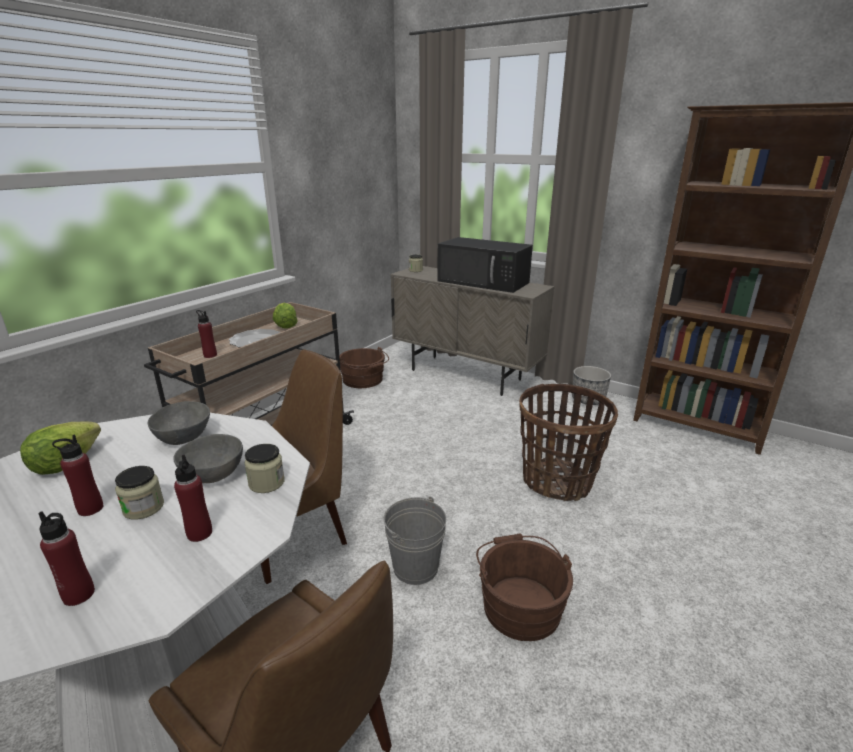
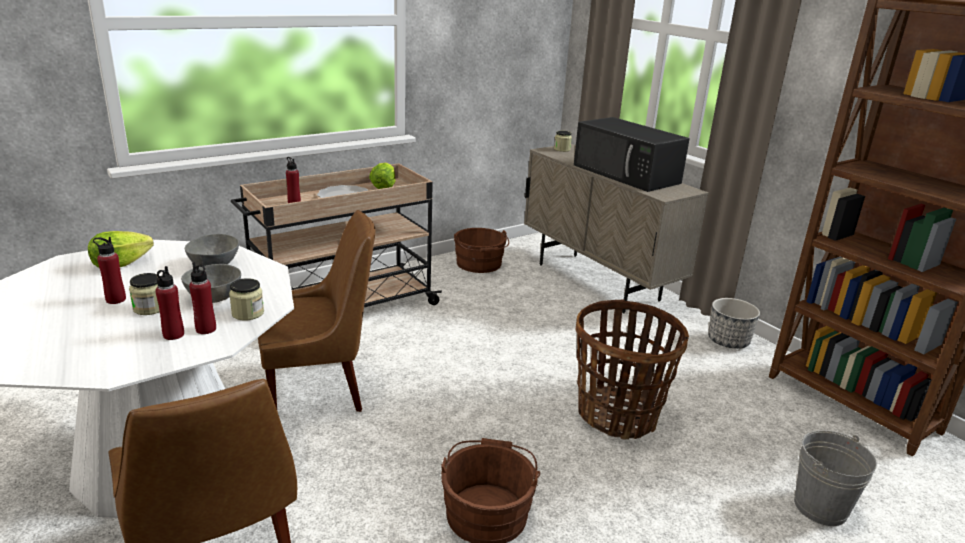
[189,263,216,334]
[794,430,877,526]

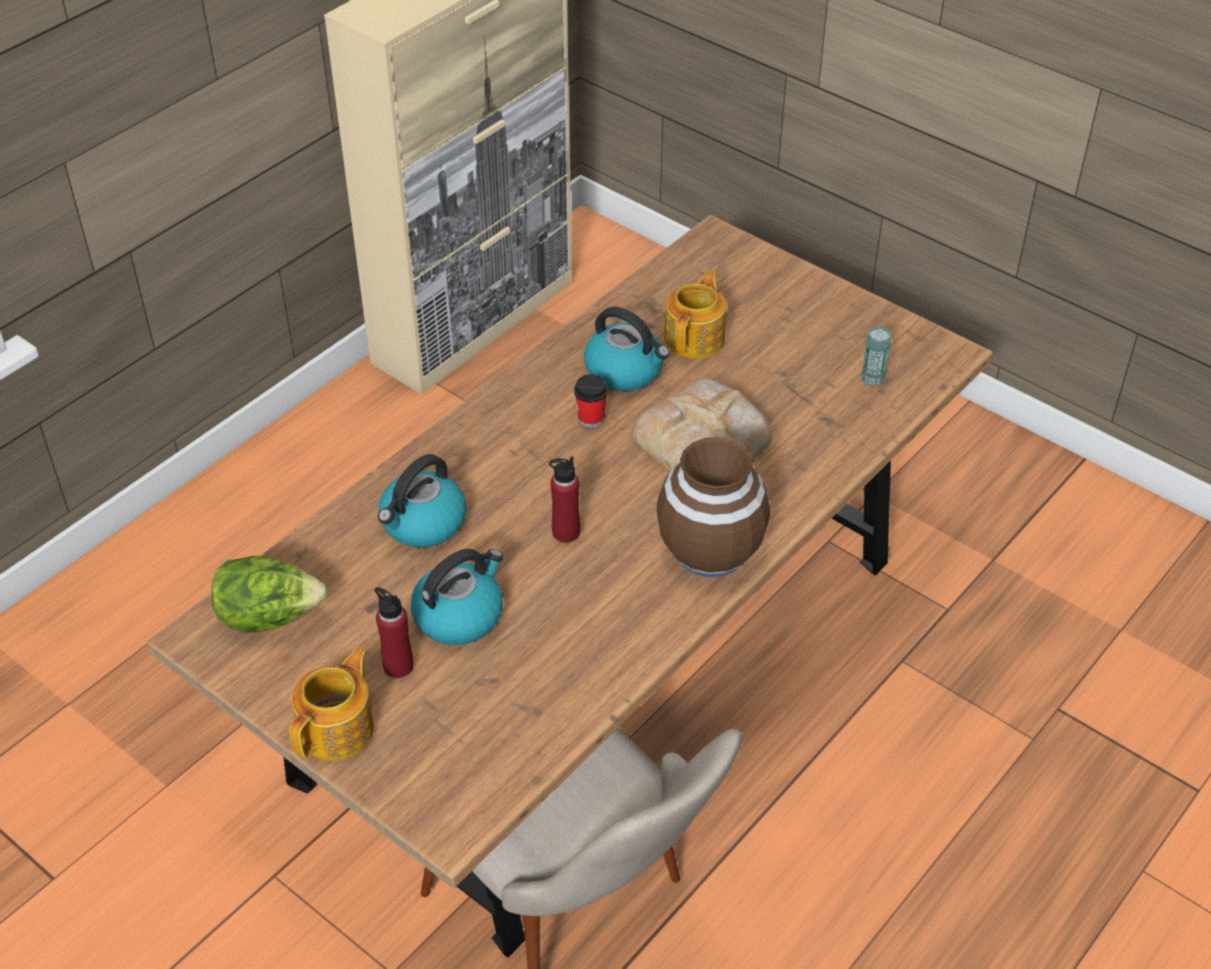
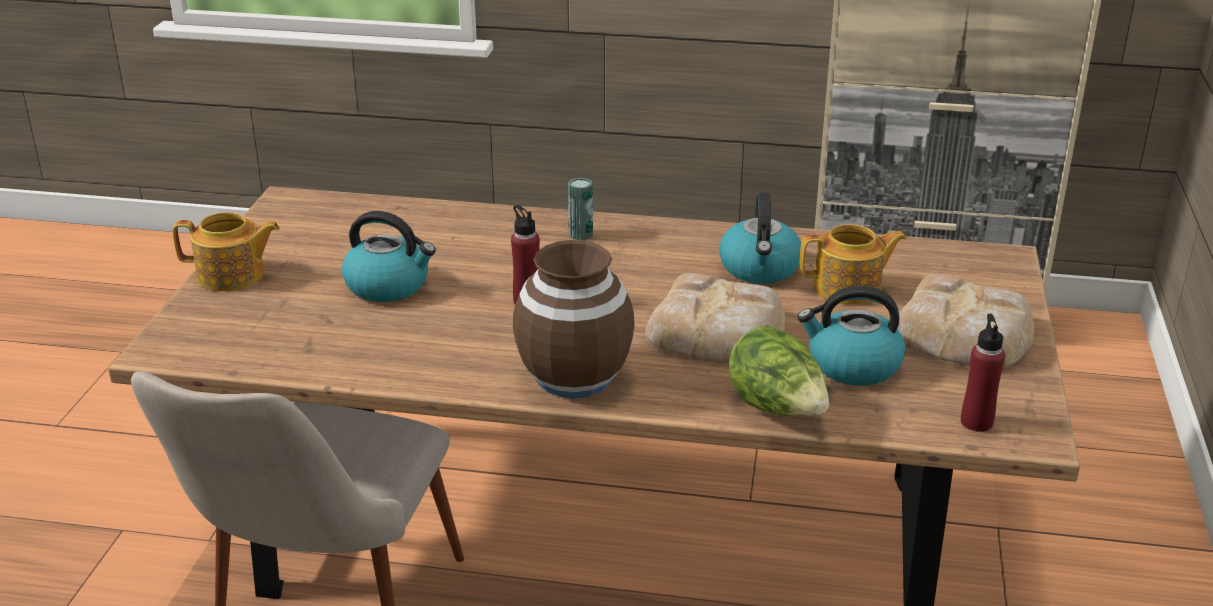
[729,325,829,416]
[961,314,1005,432]
[797,286,905,386]
[574,374,608,428] (first image)
[568,178,593,240]
[897,274,1034,369]

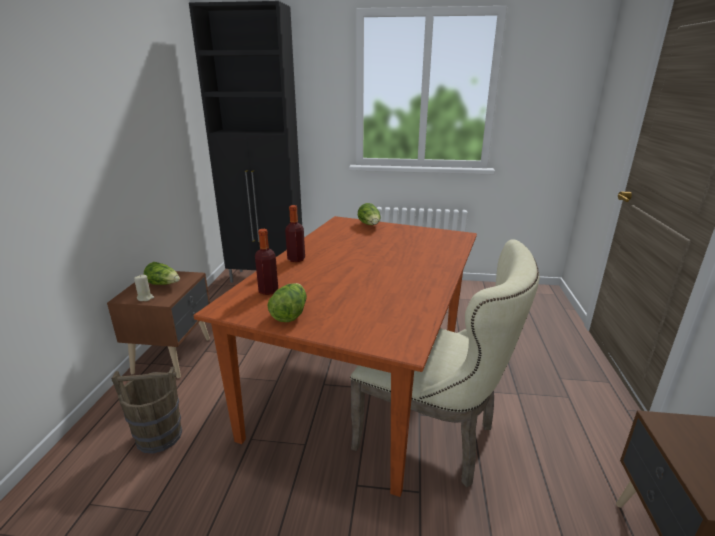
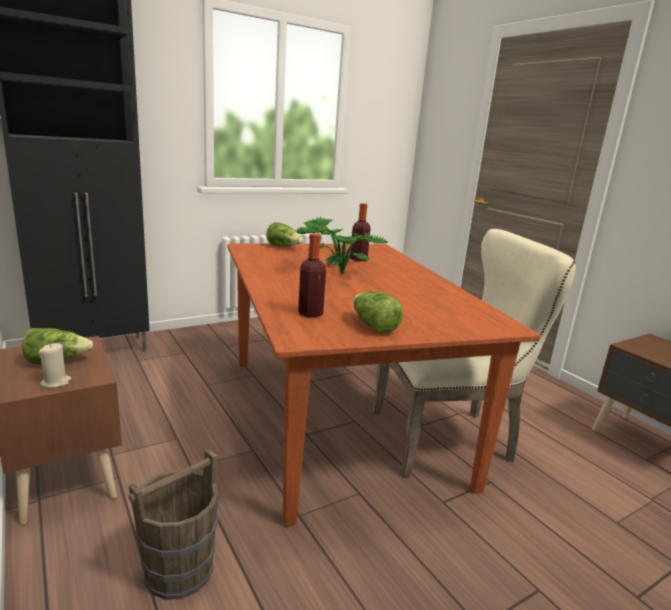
[350,203,370,261]
[296,217,388,274]

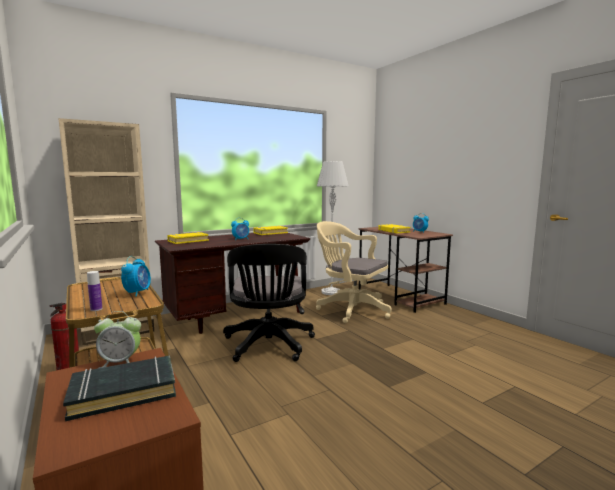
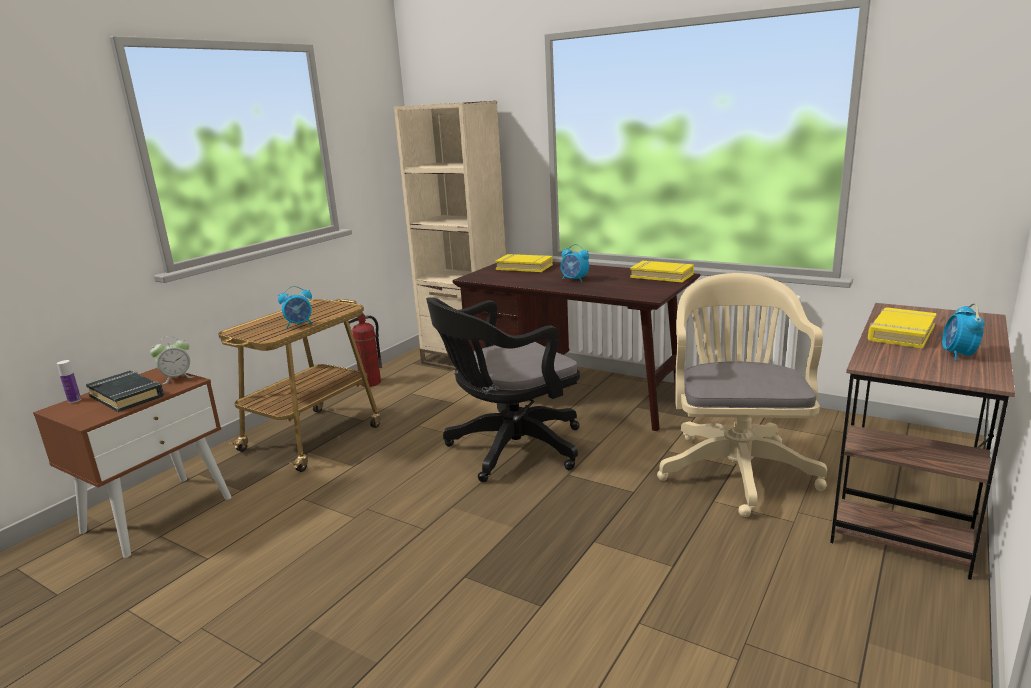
[57,360,81,403]
[150,336,194,384]
[317,161,349,295] (first image)

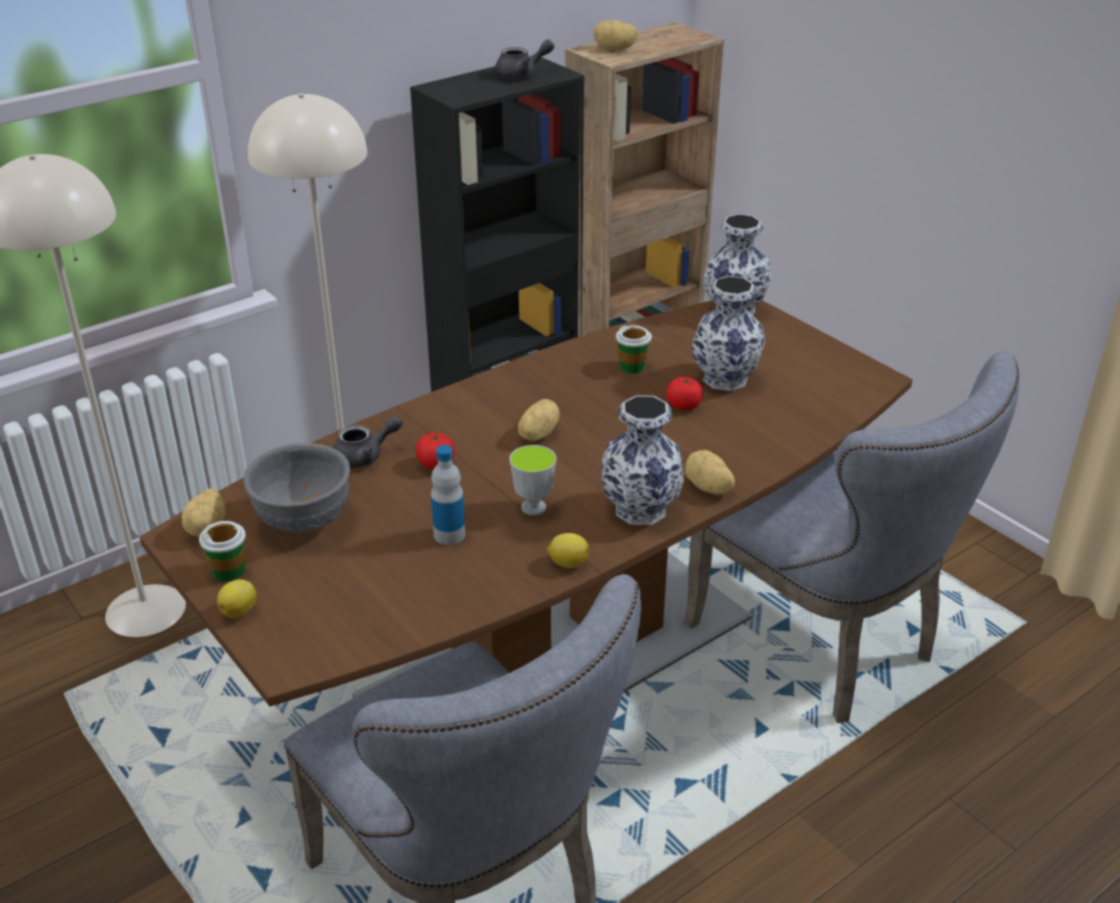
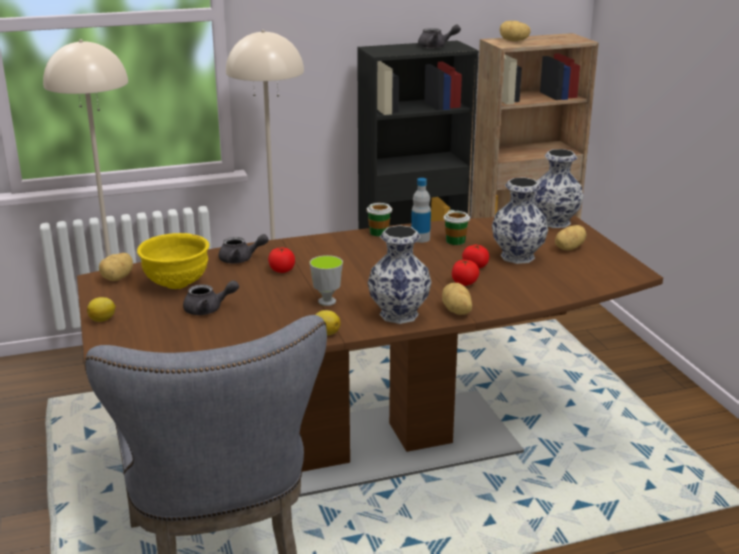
[367,203,392,236]
[137,233,209,289]
[411,178,431,243]
[555,225,586,250]
[684,352,1019,723] (first image)
[183,280,239,315]
[452,260,479,286]

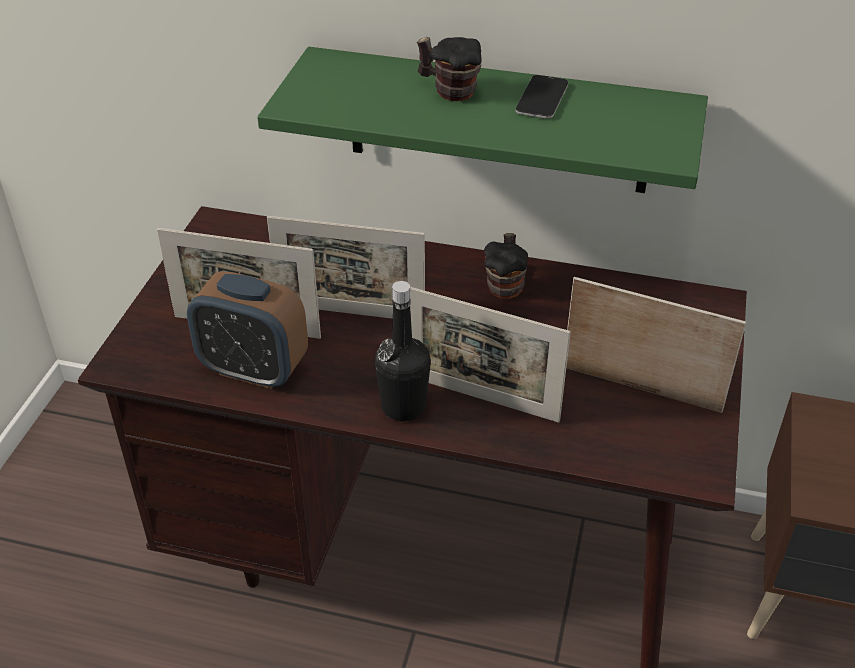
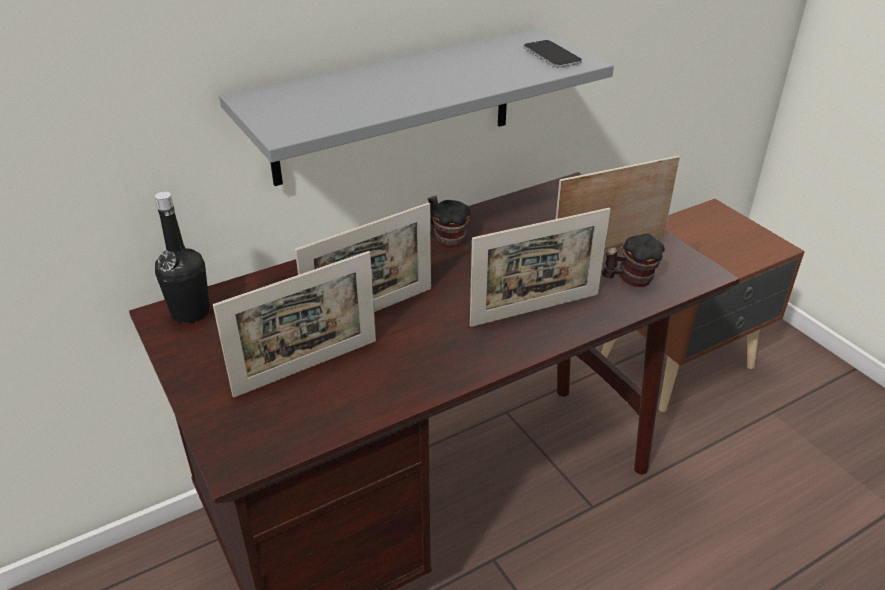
[187,271,308,389] (first image)
[219,28,614,186]
[155,192,210,323]
[602,233,665,287]
[524,40,582,67]

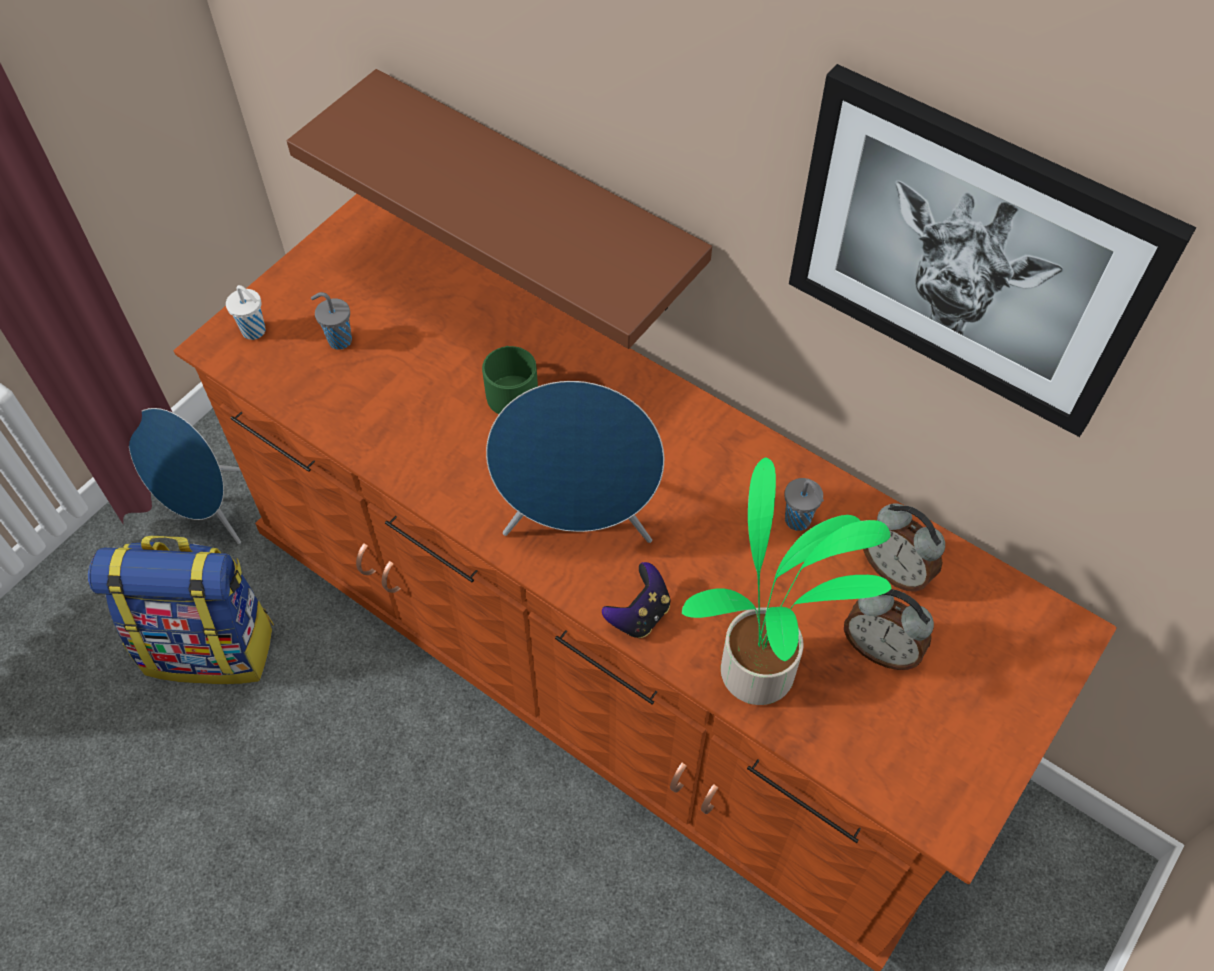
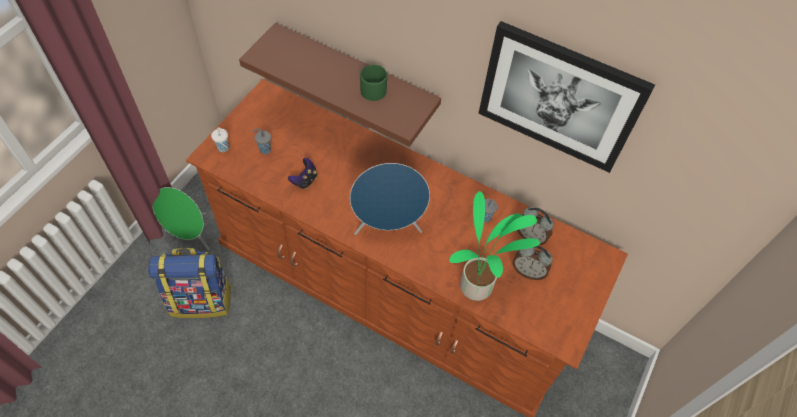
[153,187,209,250]
[360,65,387,101]
[288,158,317,189]

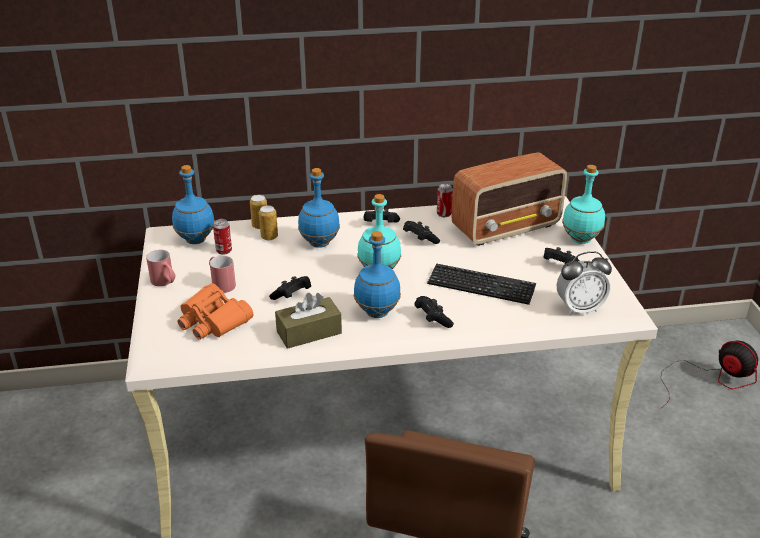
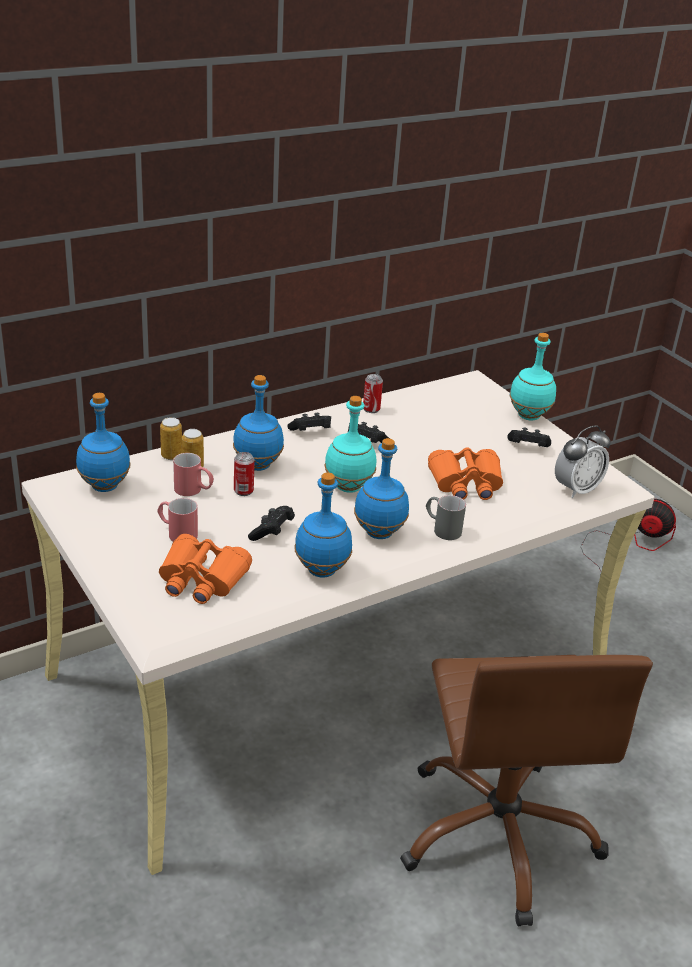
[173,453,214,496]
[234,452,255,496]
[295,472,352,577]
[426,495,466,540]
[428,448,503,500]
[451,152,567,246] (first image)

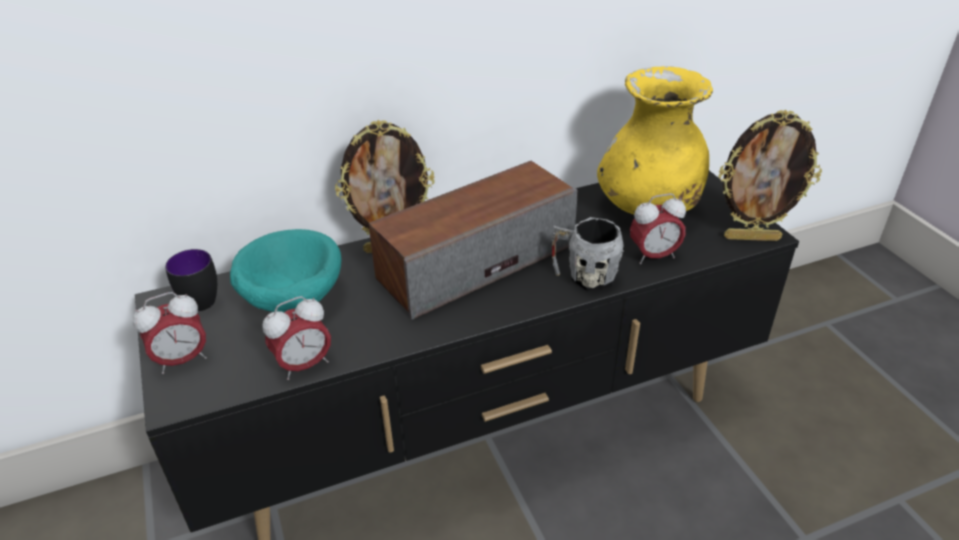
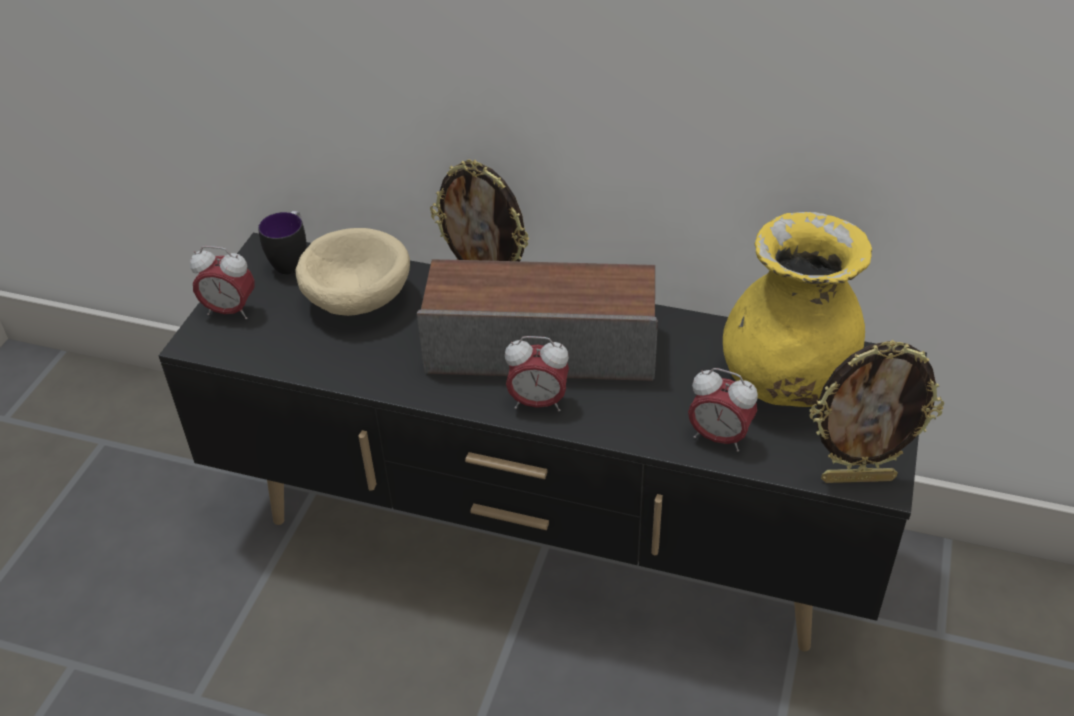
[296,228,410,316]
[505,336,569,411]
[551,217,624,291] (first image)
[810,340,944,483]

